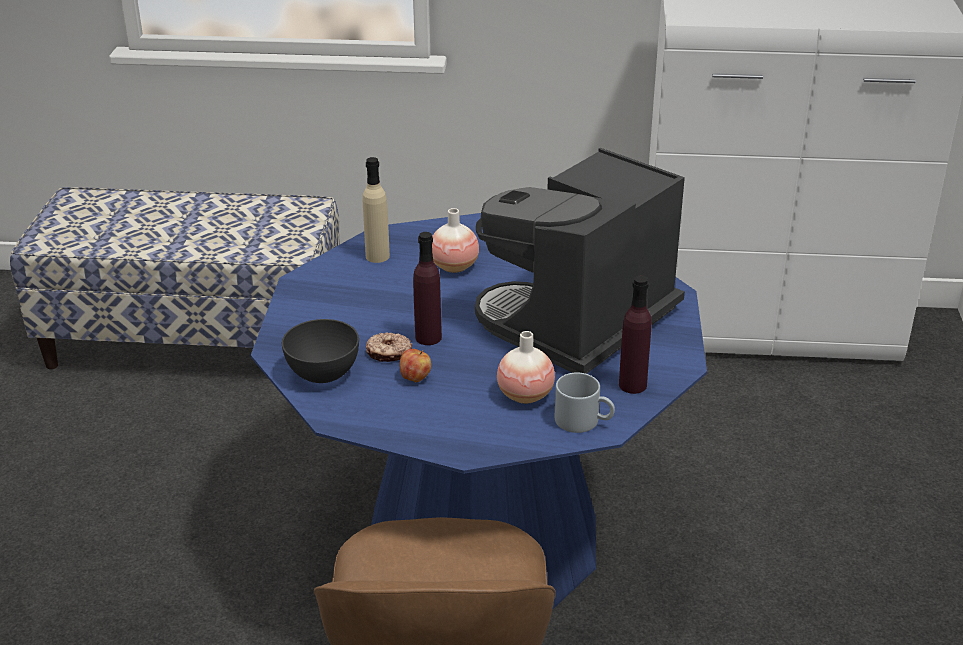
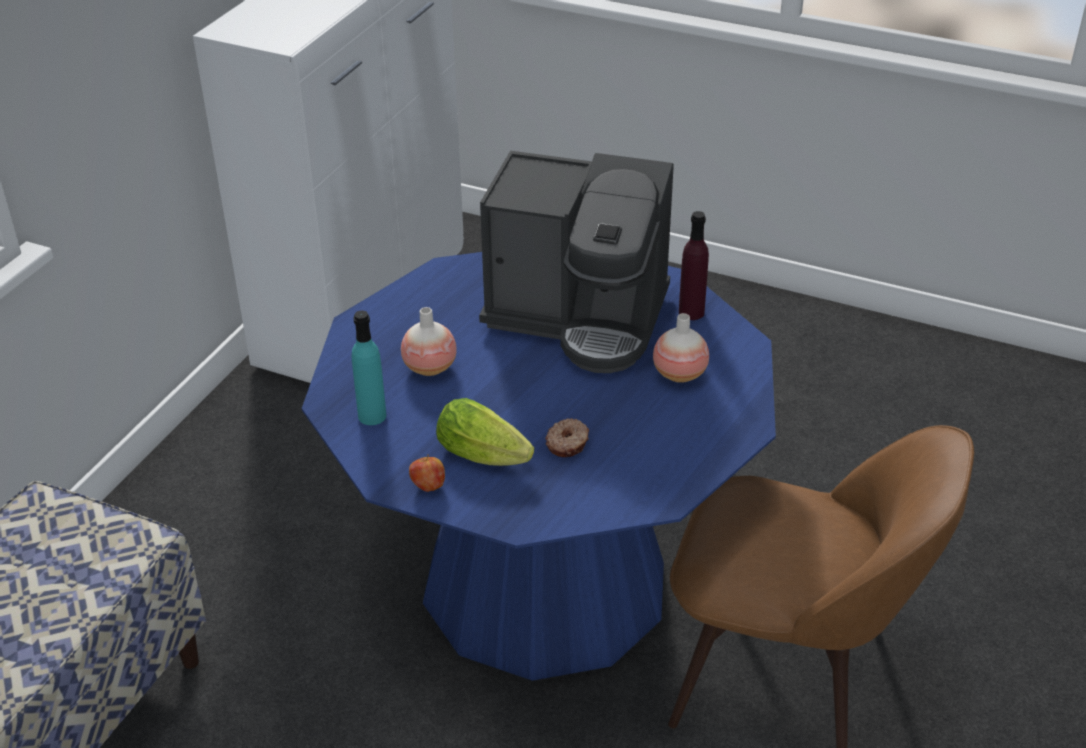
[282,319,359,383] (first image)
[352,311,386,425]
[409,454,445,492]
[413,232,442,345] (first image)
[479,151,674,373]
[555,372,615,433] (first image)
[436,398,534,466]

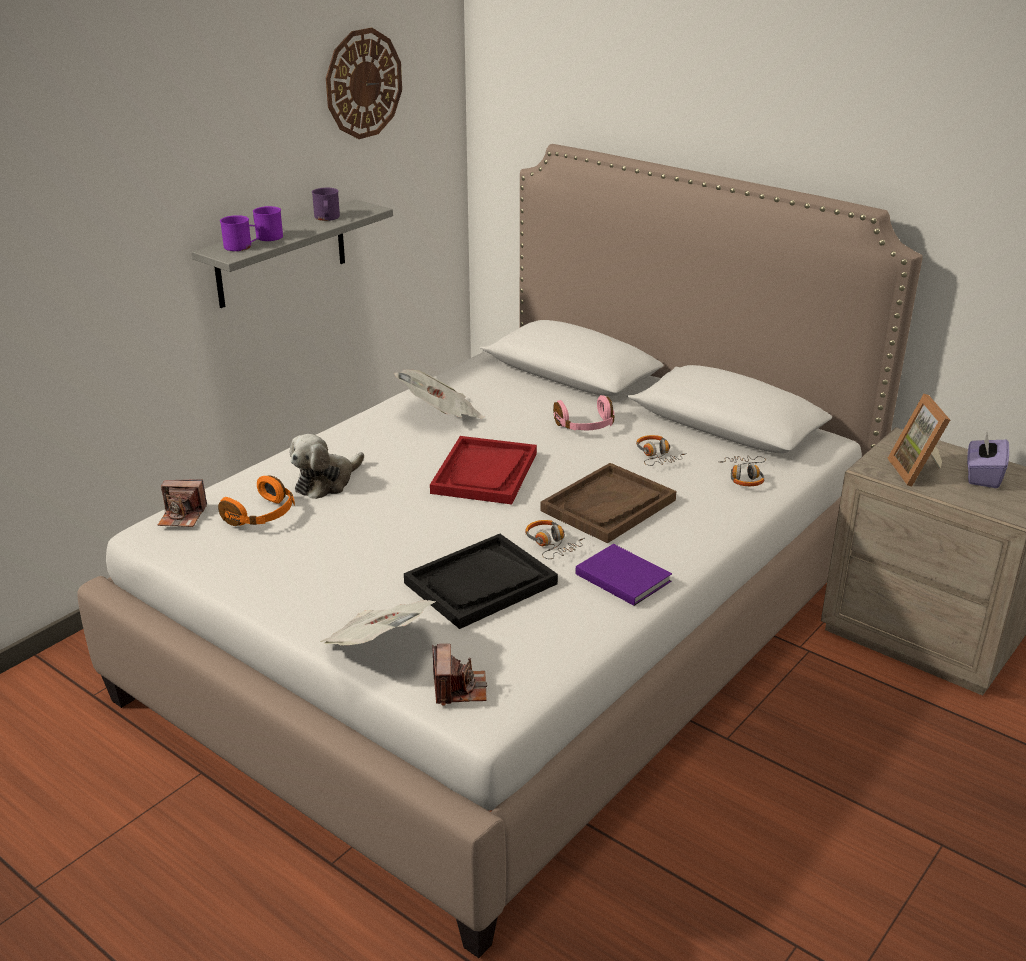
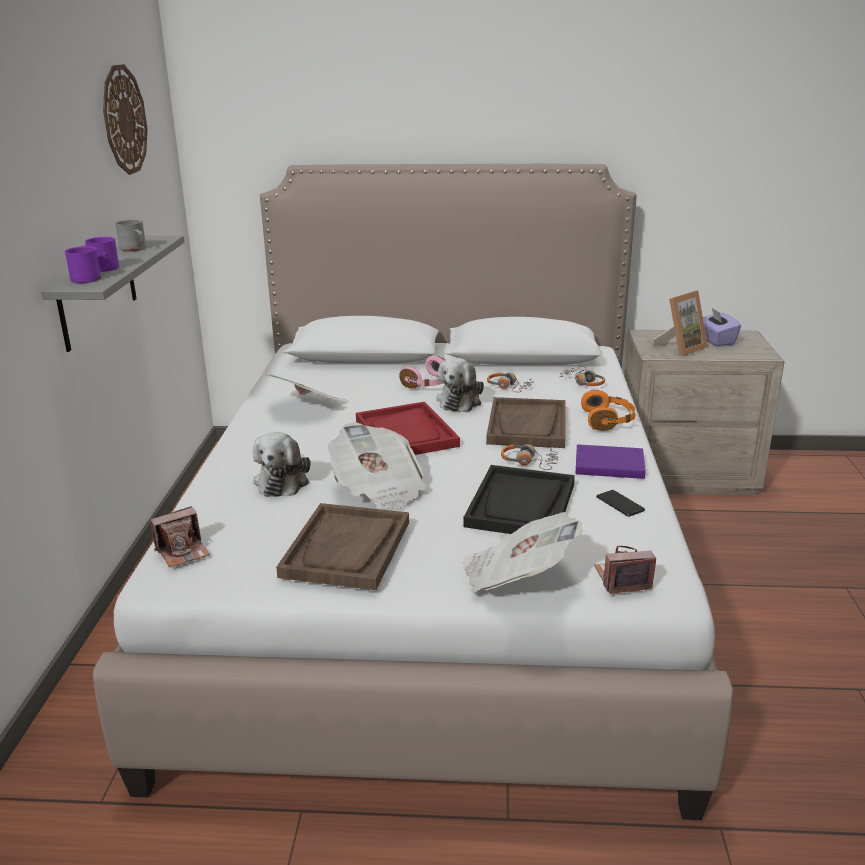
[581,390,635,431]
[115,219,146,251]
[594,545,656,594]
[653,290,708,356]
[276,503,409,590]
[327,422,427,511]
[436,358,484,412]
[596,490,645,517]

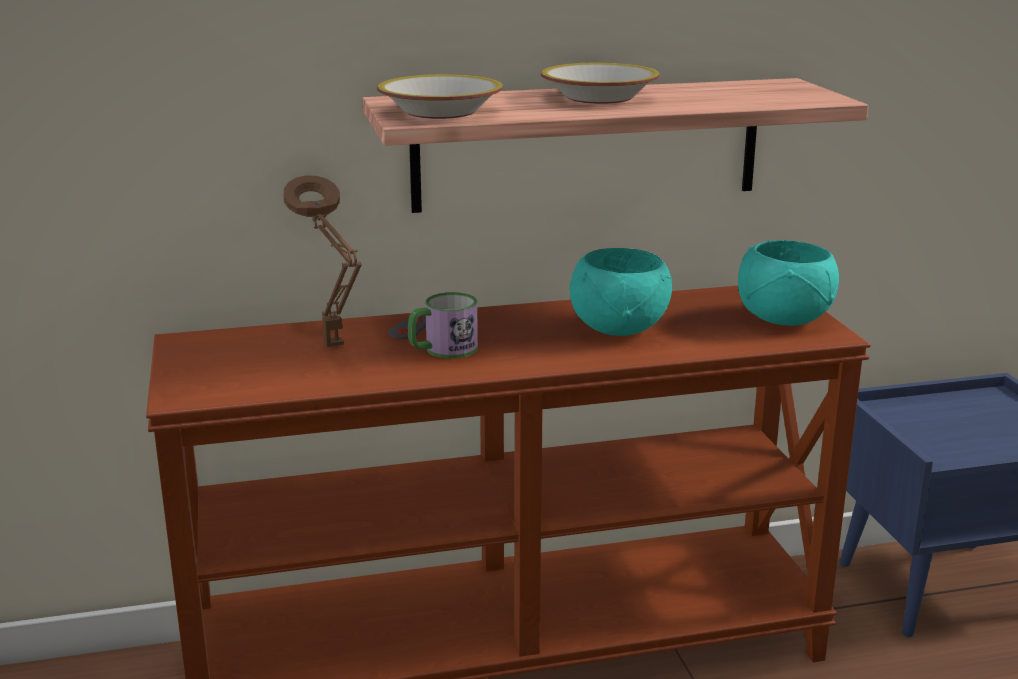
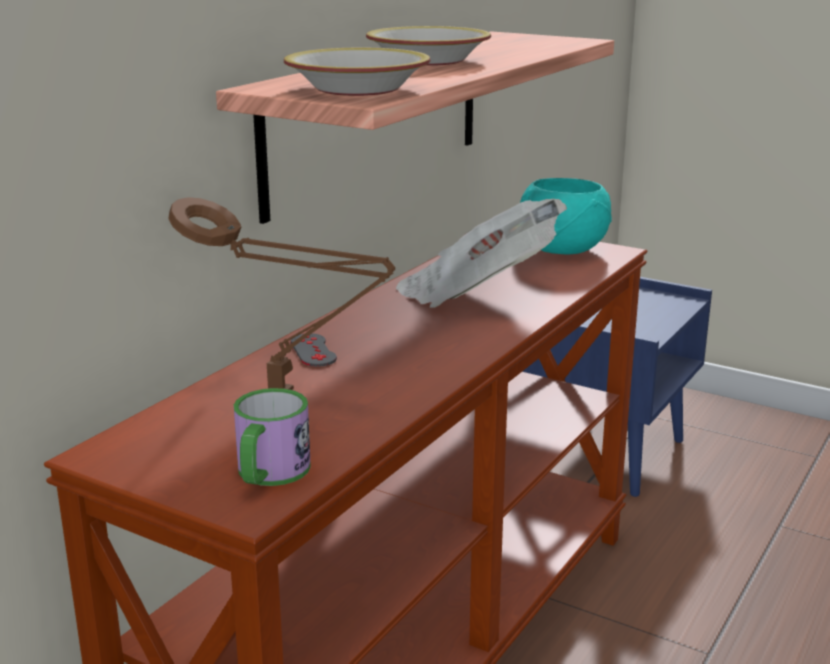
[234,388,311,486]
[396,199,567,308]

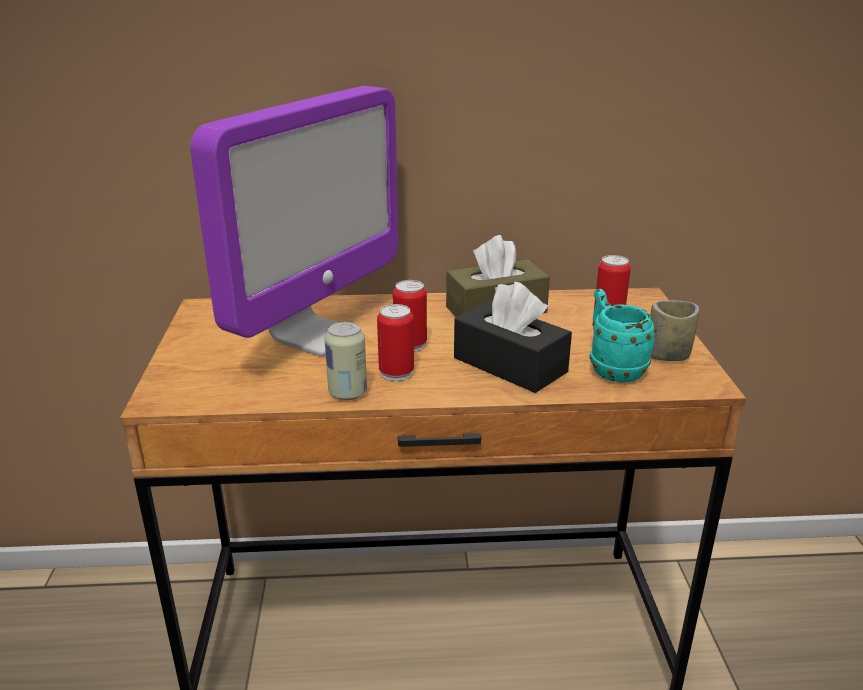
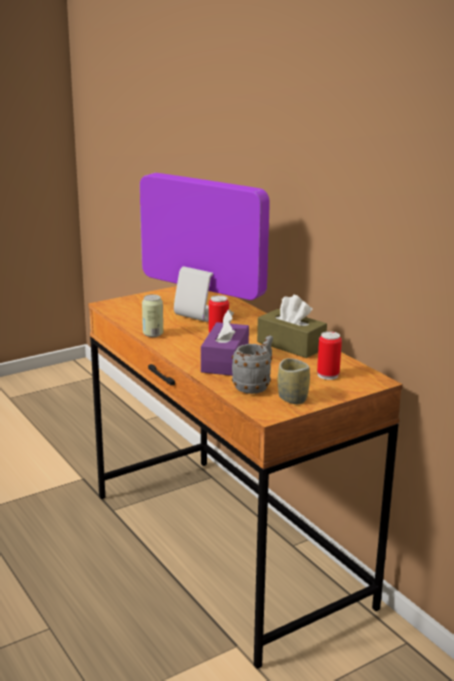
[140,173,269,322]
[377,304,414,381] (first image)
[201,309,249,376]
[232,335,273,394]

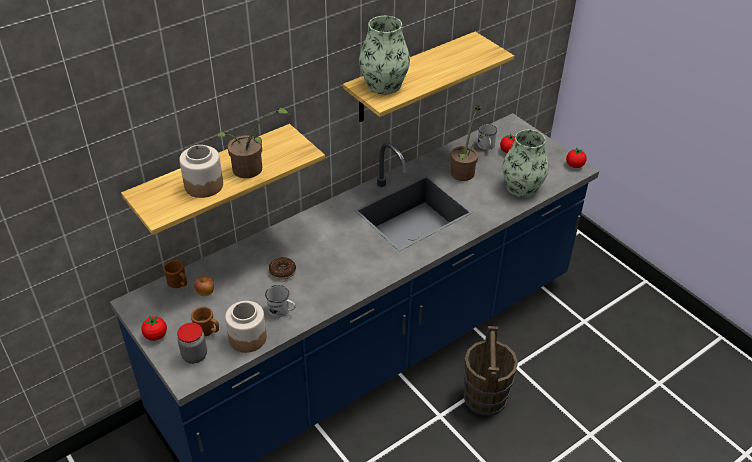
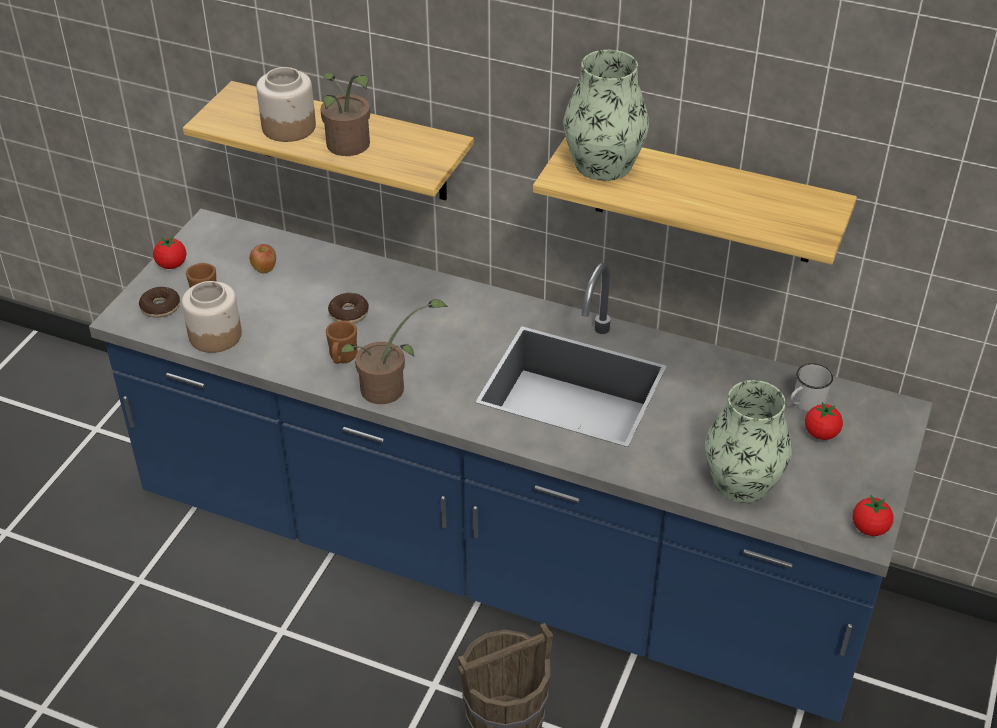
[326,320,358,364]
[139,287,180,318]
[265,285,296,317] (first image)
[340,299,448,404]

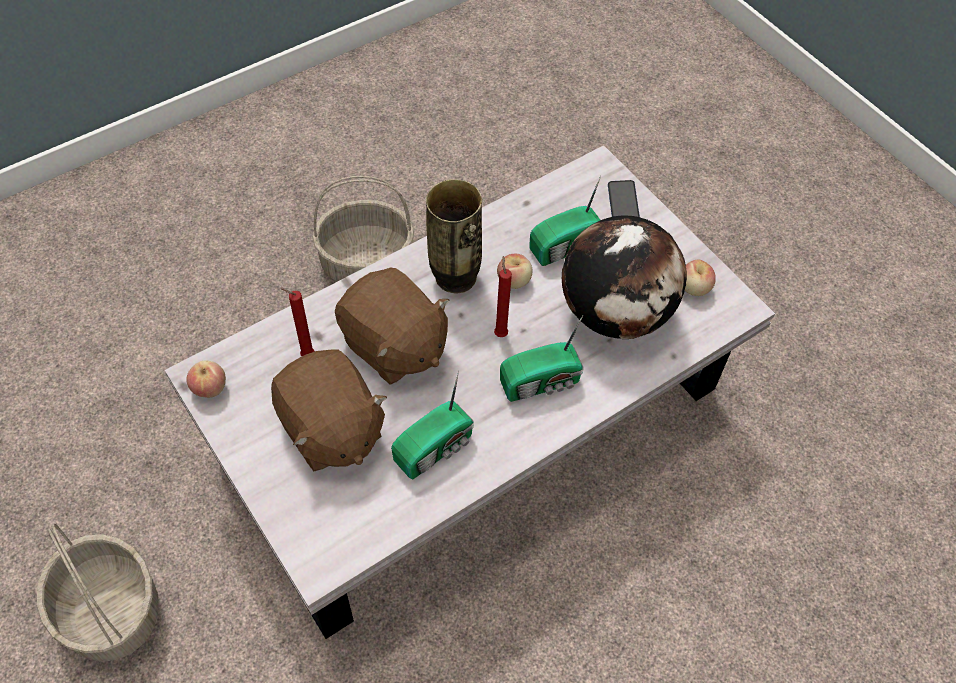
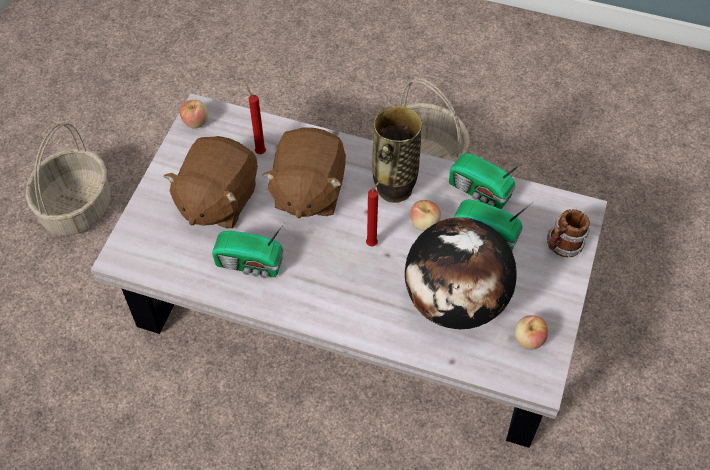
[449,153,526,209]
[547,209,590,257]

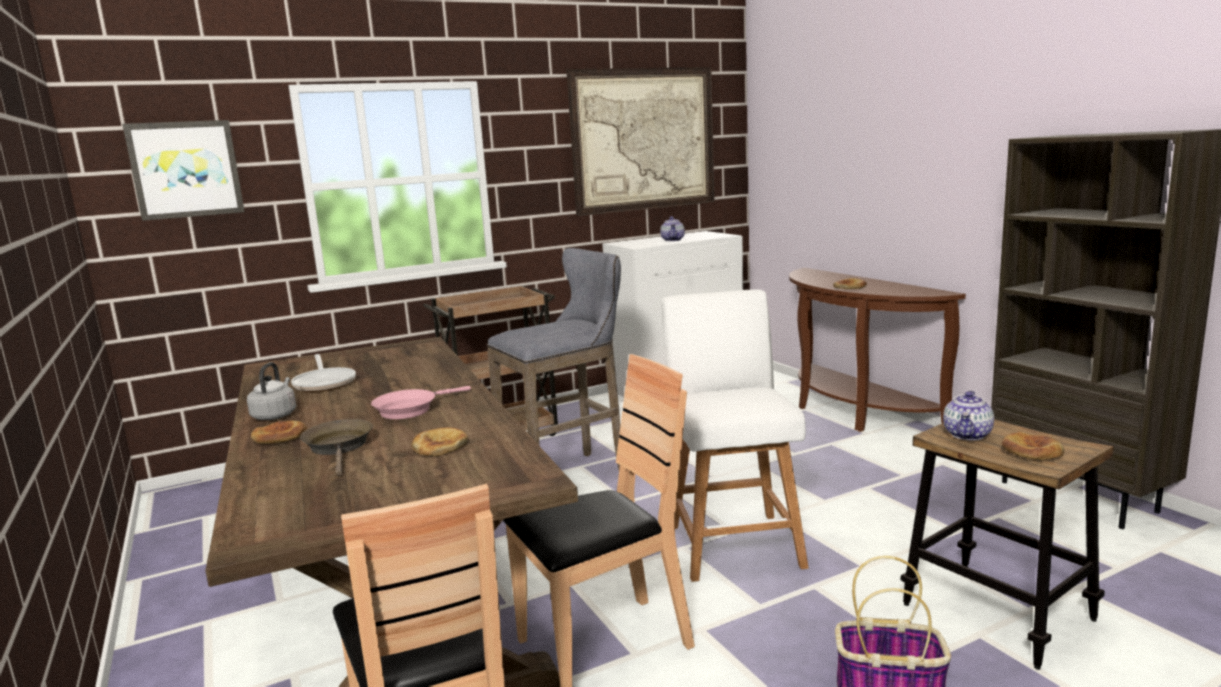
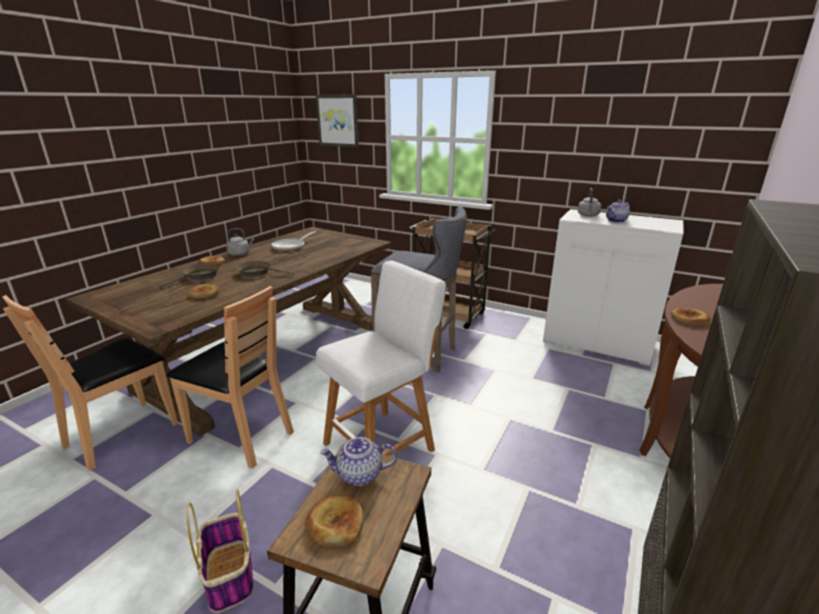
[236,261,294,277]
[566,67,715,216] (first image)
[578,188,601,217]

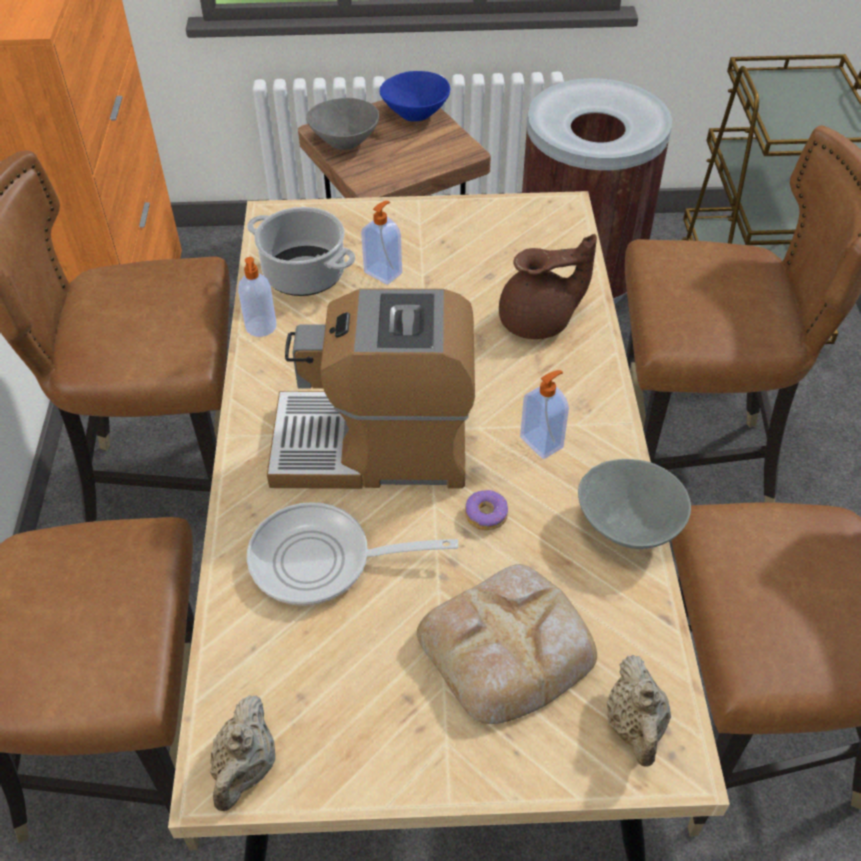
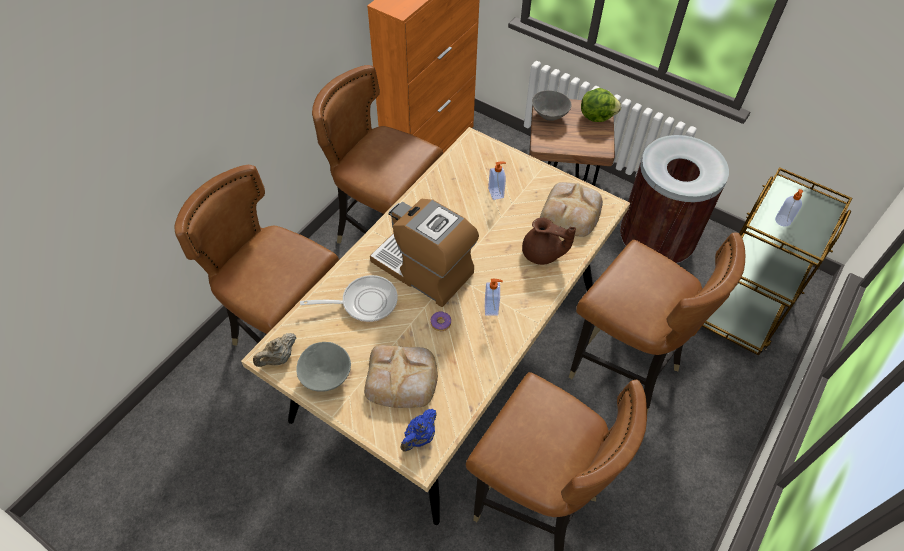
[775,189,803,227]
[247,207,355,296] (first image)
[300,275,398,322]
[581,88,621,122]
[296,342,351,392]
[401,409,437,452]
[540,182,603,237]

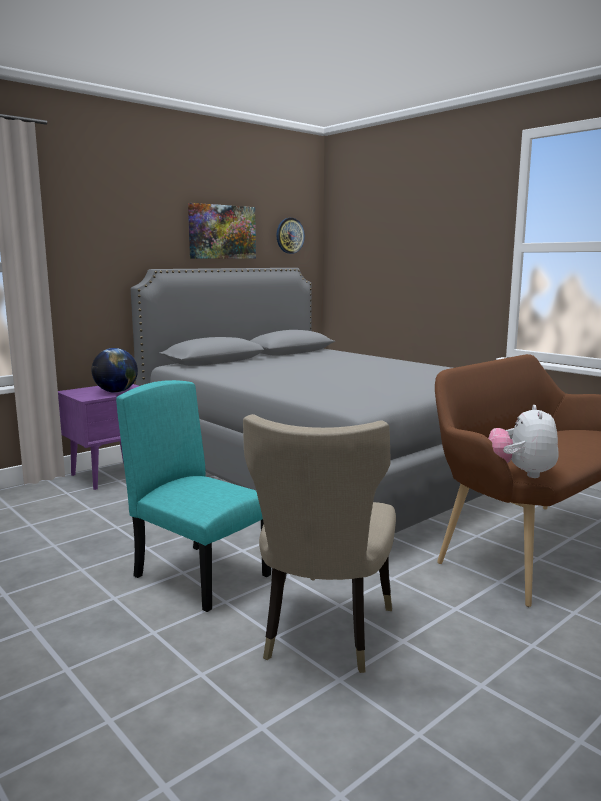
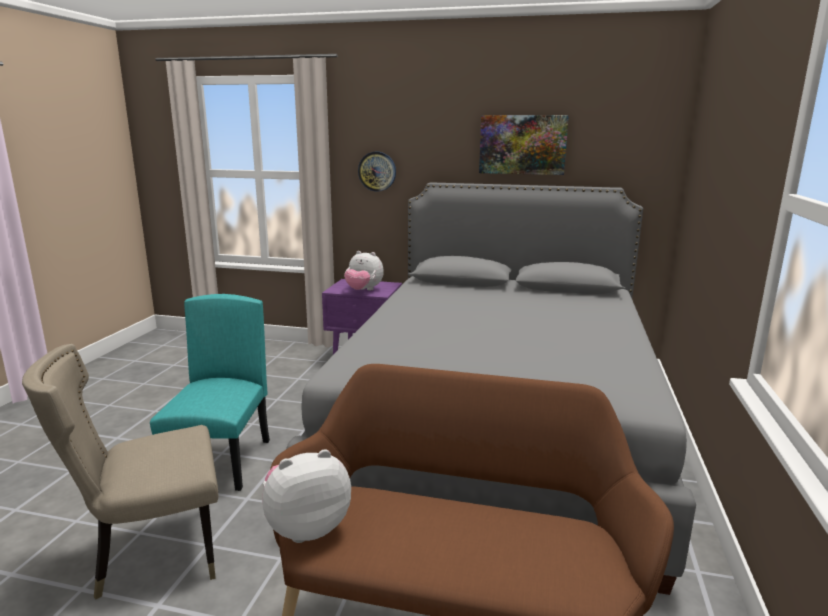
[344,251,384,291]
[358,152,396,192]

